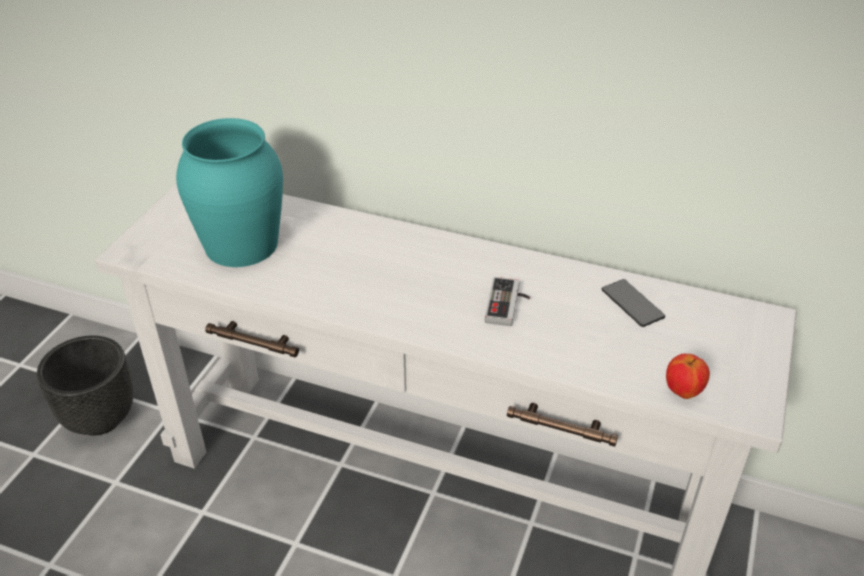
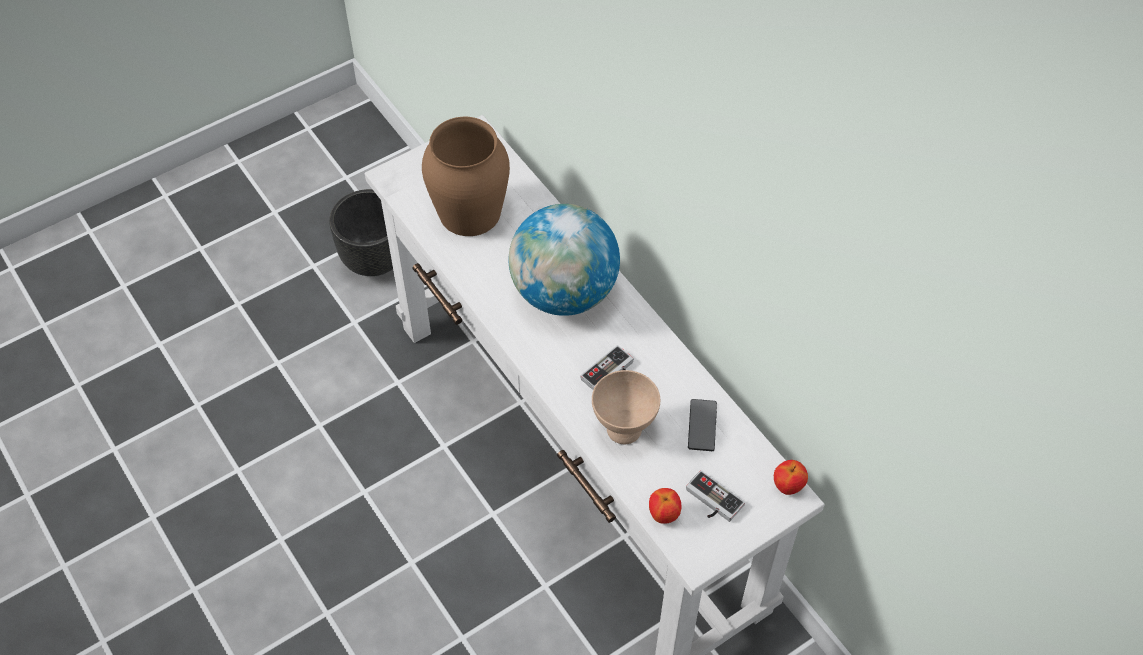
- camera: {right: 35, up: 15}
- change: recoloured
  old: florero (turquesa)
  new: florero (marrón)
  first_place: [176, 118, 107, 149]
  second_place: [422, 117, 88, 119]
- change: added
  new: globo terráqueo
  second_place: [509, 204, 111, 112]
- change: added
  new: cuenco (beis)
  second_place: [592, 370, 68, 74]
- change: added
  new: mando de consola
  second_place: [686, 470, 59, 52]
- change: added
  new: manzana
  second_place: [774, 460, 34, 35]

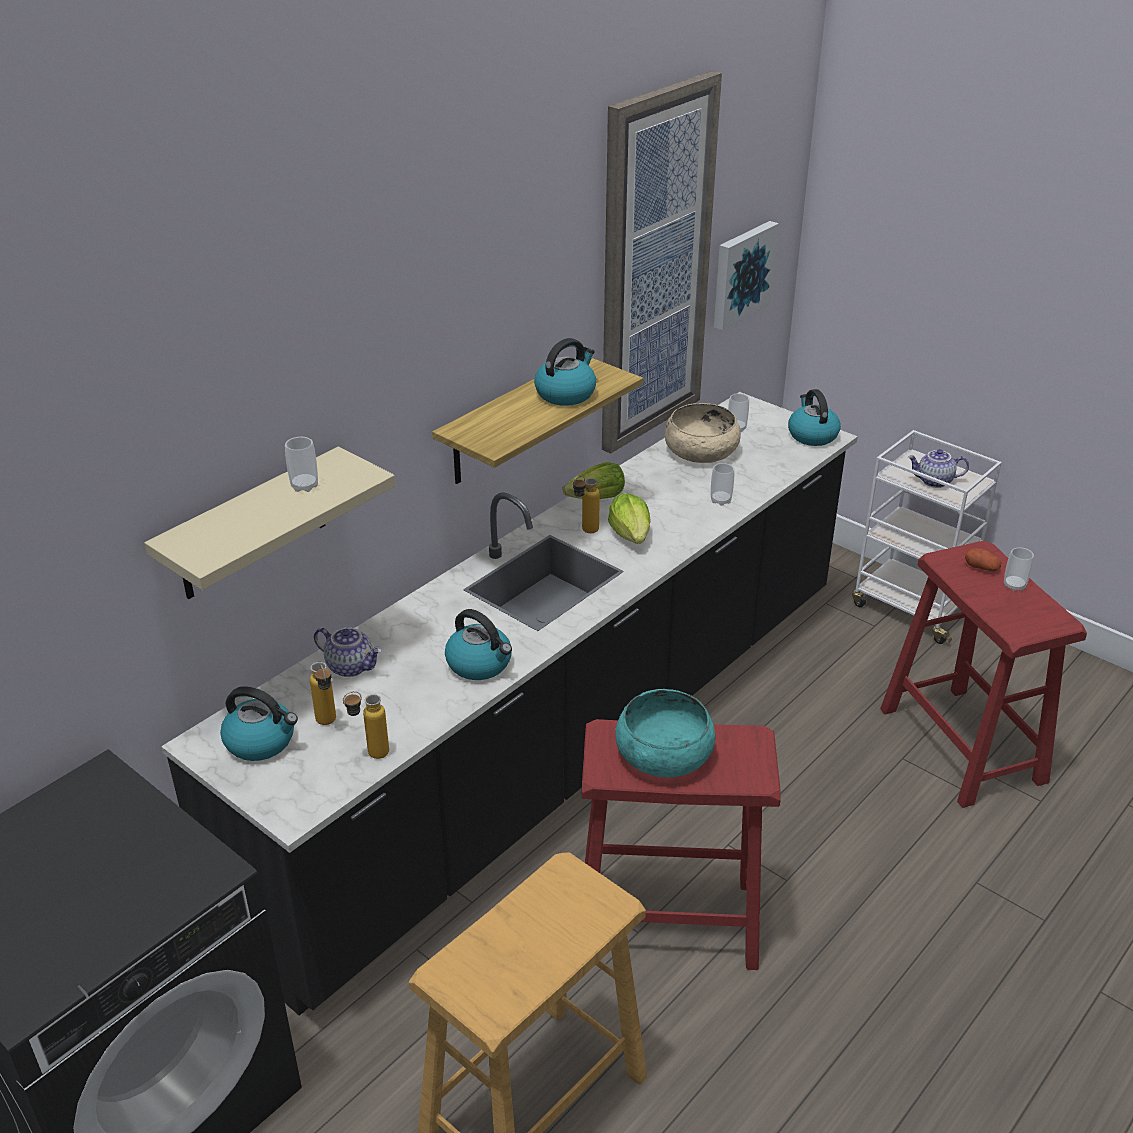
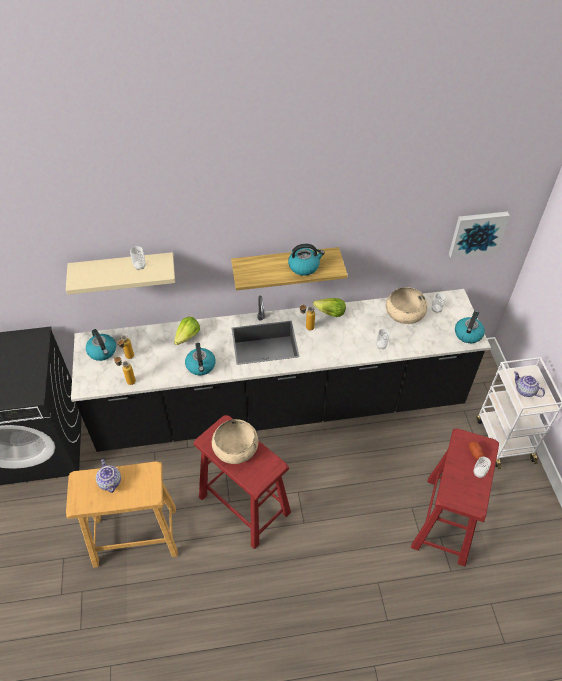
- camera: {right: 40, up: 15}
- change: moved
  old: tetera
  first_place: [314, 628, 68, 49]
  second_place: [96, 459, 25, 34]
- change: removed
  old: cuadro
  first_place: [602, 71, 120, 383]
- change: moved
  old: lechuga
  first_place: [608, 493, 43, 51]
  second_place: [174, 317, 26, 28]
- change: recoloured
  old: cuenco (turquesa)
  new: cuenco (beis)
  first_place: [615, 689, 100, 89]
  second_place: [212, 419, 46, 45]

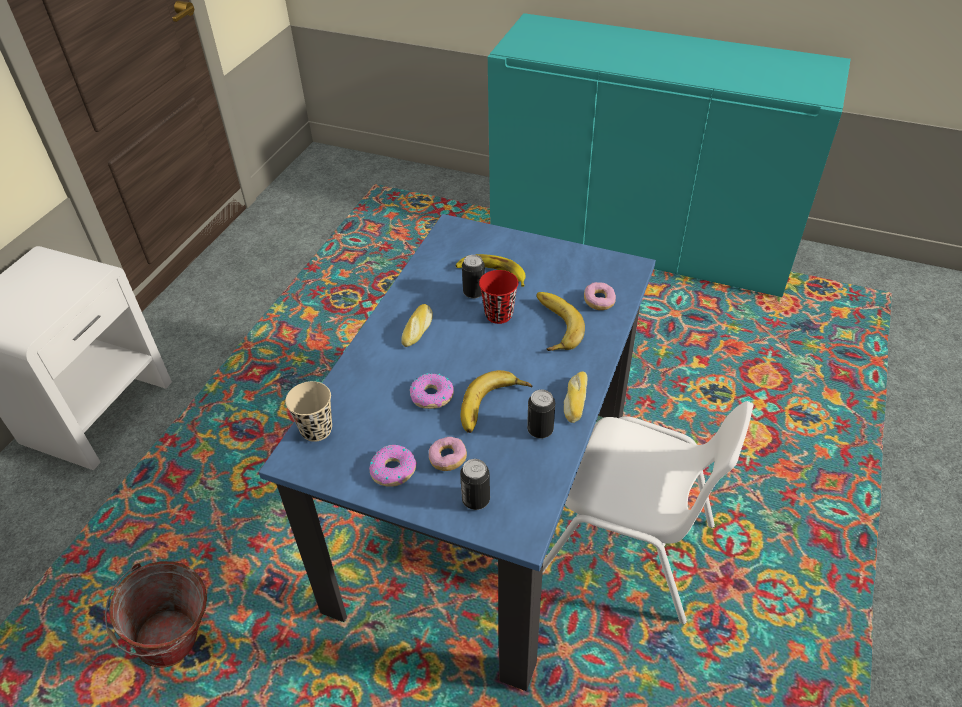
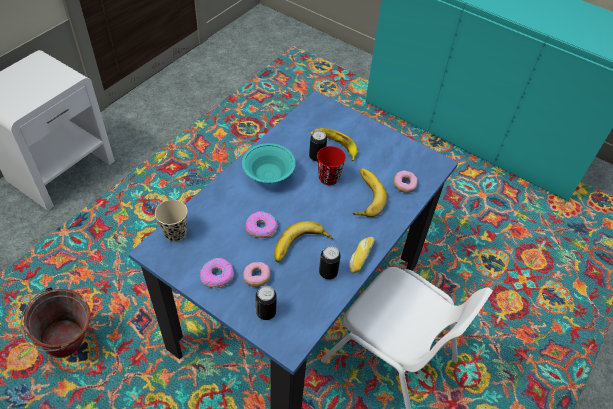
- camera: {right: 10, up: 5}
- change: replaced
  old: pan
  new: cuenco (turquesa)
  first_place: [401, 304, 32, 43]
  second_place: [242, 143, 54, 40]

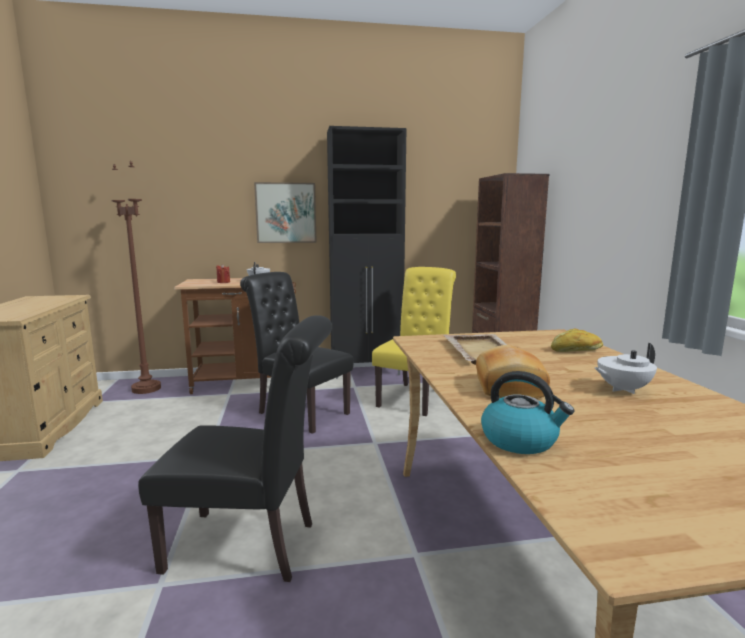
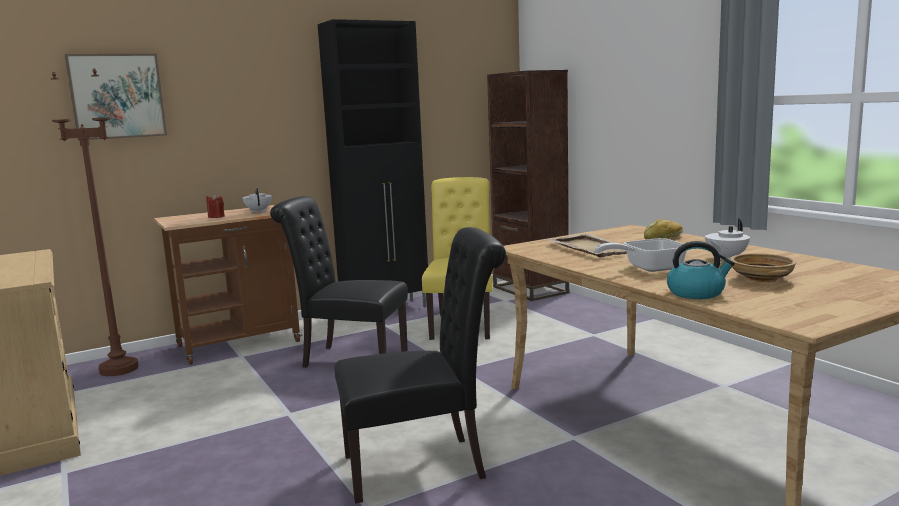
- camera: {right: -20, up: 0}
- change: moved
  old: cuadro
  first_place: [254, 182, 63, 61]
  second_place: [65, 54, 102, 86]
- change: replaced
  old: pan
  new: sartén
  first_place: [476, 345, 74, 54]
  second_place: [595, 238, 92, 34]
- change: added
  new: cuenco (beis)
  second_place: [730, 253, 66, 30]

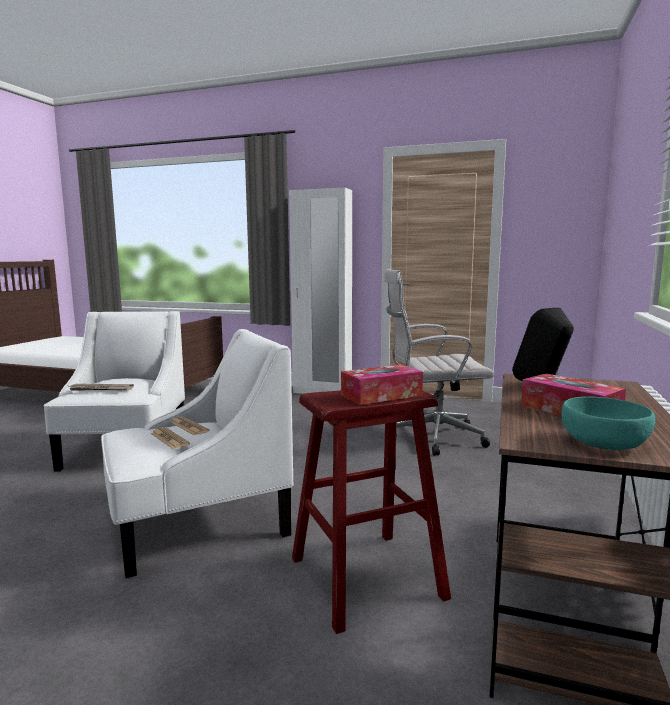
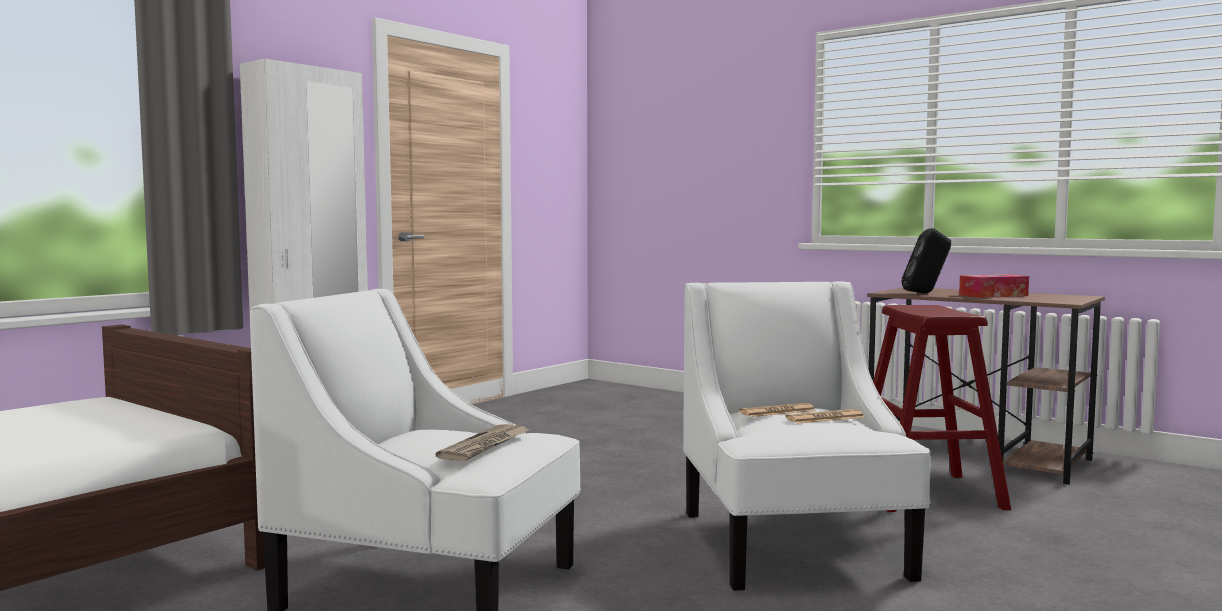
- camera: {right: -70, up: -5}
- change: removed
  old: caja de pañuelos
  first_place: [341, 364, 82, 41]
- change: removed
  old: silla de oficina (blanco)
  first_place: [384, 269, 111, 187]
- change: removed
  old: cuenco (turquesa)
  first_place: [561, 397, 95, 53]

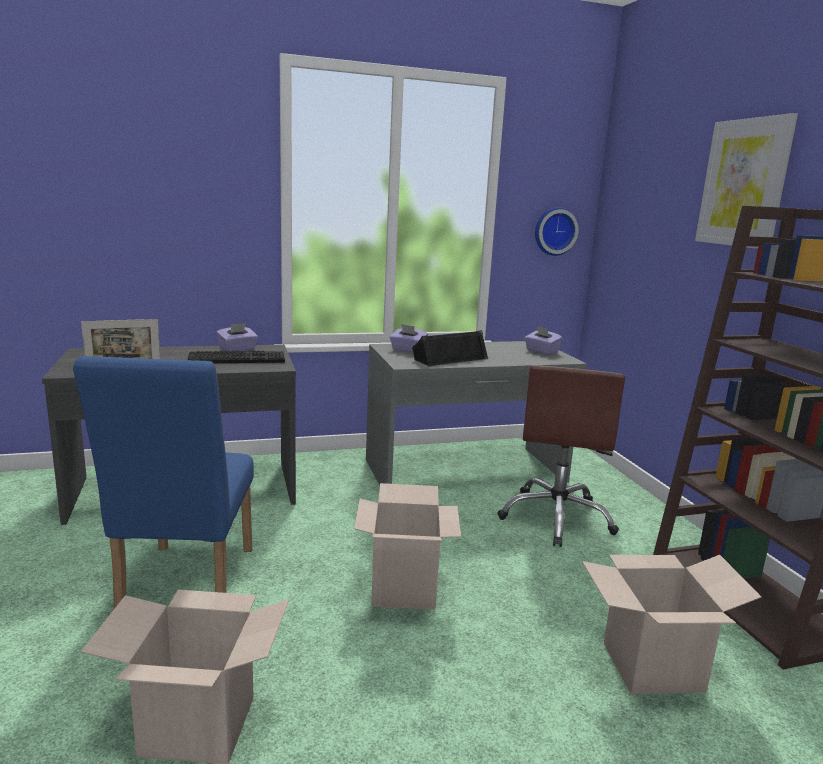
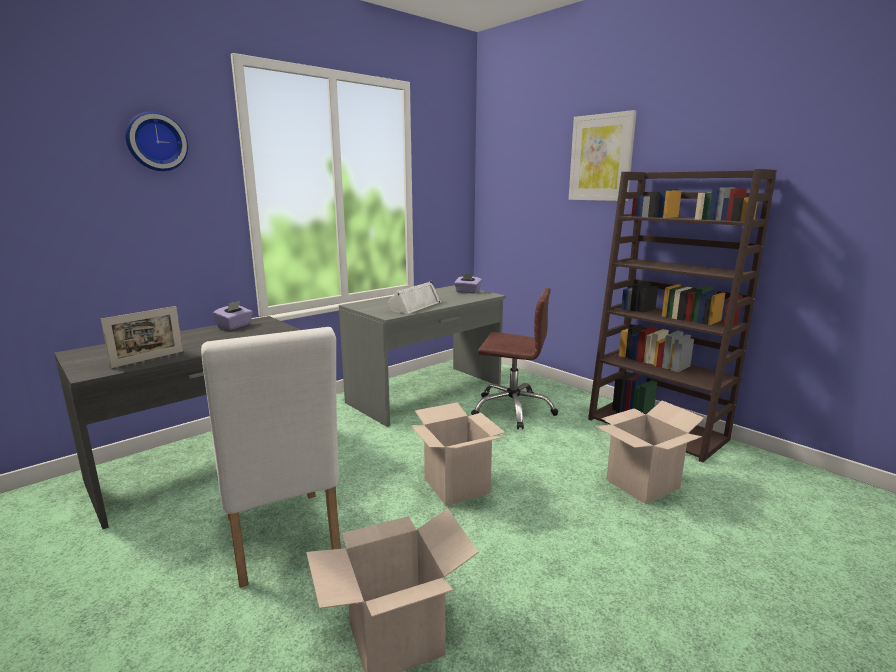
- camera: {right: -25, up: 0}
- change: recoloured
  old: silla (azul)
  new: silla (blanco)
  first_place: [73, 356, 181, 253]
  second_place: [201, 327, 140, 261]
- change: removed
  old: teclado
  first_place: [187, 351, 98, 12]
- change: removed
  old: caja de pañuelos (morado)
  first_place: [390, 324, 38, 29]
- change: recoloured
  old: altavoz (negro)
  new: altavoz (blanco)
  first_place: [412, 330, 76, 36]
  second_place: [387, 281, 54, 33]
- change: turned
  old: silla de oficina (marrón)
  first_place: [497, 365, 128, 182]
  second_place: [471, 288, 87, 141]
  degrees: -60
- change: moved
  old: reloj de pared
  first_place: [535, 207, 44, 49]
  second_place: [126, 111, 62, 60]

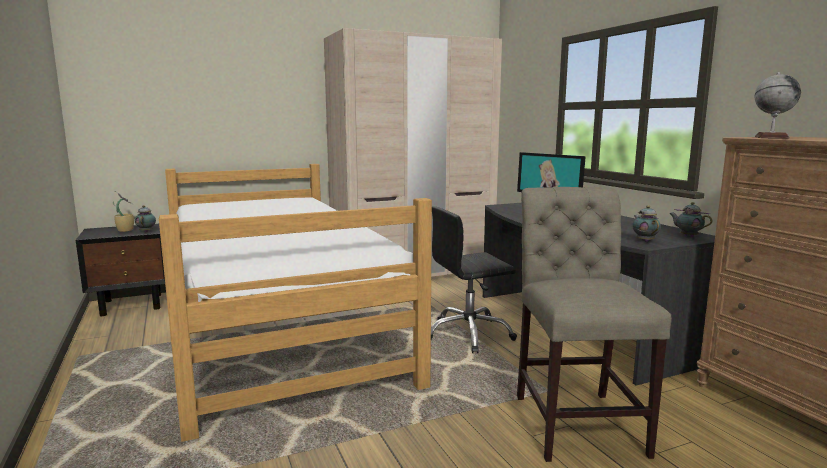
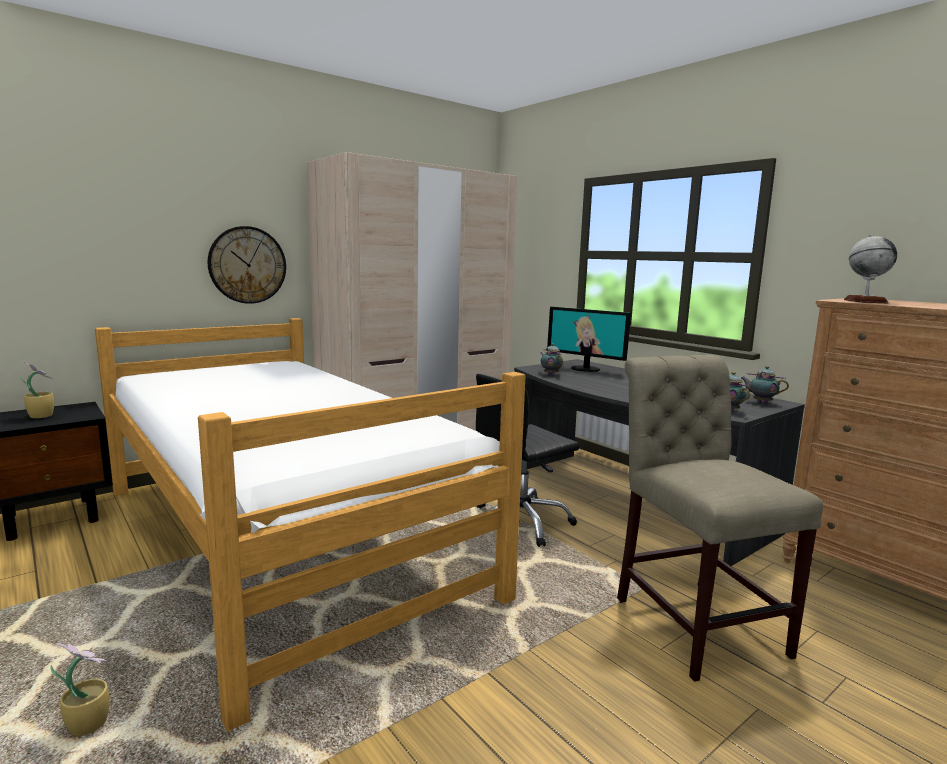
- camera: {right: -15, up: 0}
- change: moved
  old: tetera
  first_place: [135, 205, 21, 27]
  second_place: [541, 343, 22, 32]
- change: added
  new: planta en maceta
  second_place: [50, 643, 59, 93]
- change: added
  new: reloj de pared
  second_place: [208, 226, 78, 78]

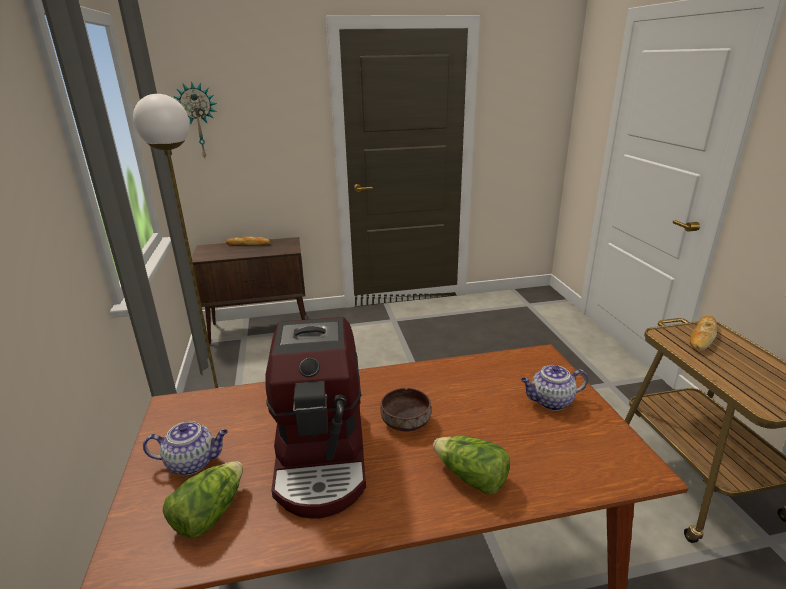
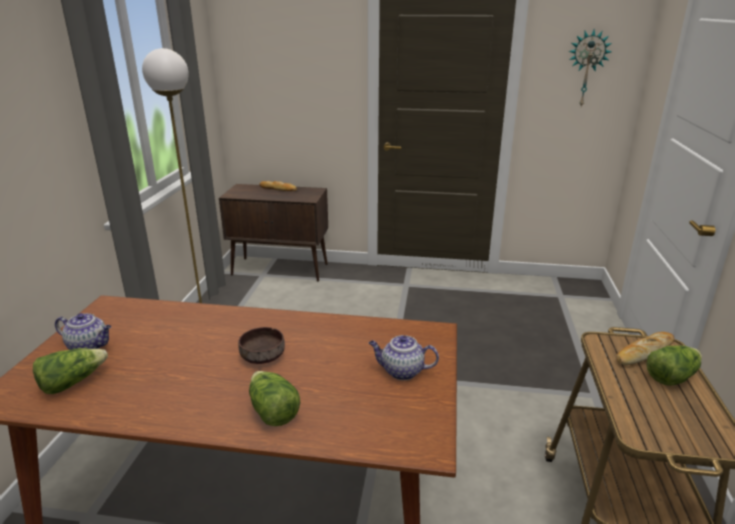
- camera: {right: 20, up: 0}
- change: moved
  old: reloj de pared
  first_place: [173, 81, 44, 77]
  second_place: [569, 29, 43, 77]
- change: removed
  old: cafetera
  first_place: [265, 317, 101, 201]
- change: added
  new: lechuga
  second_place: [647, 345, 55, 41]

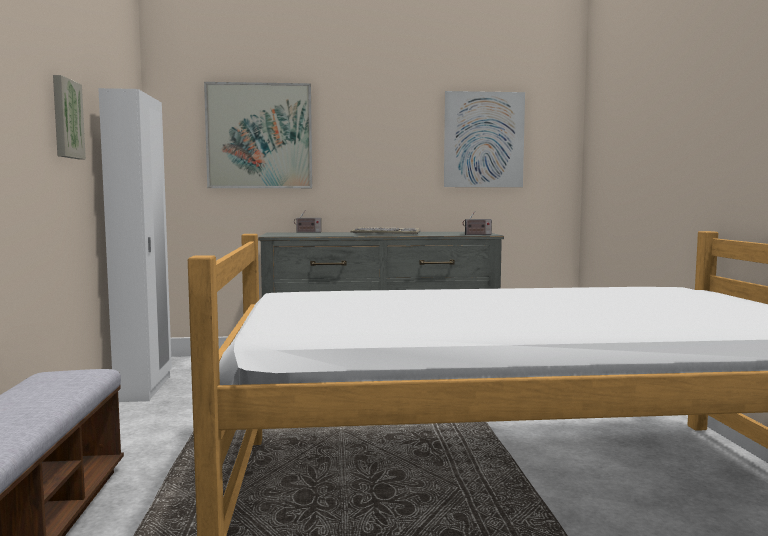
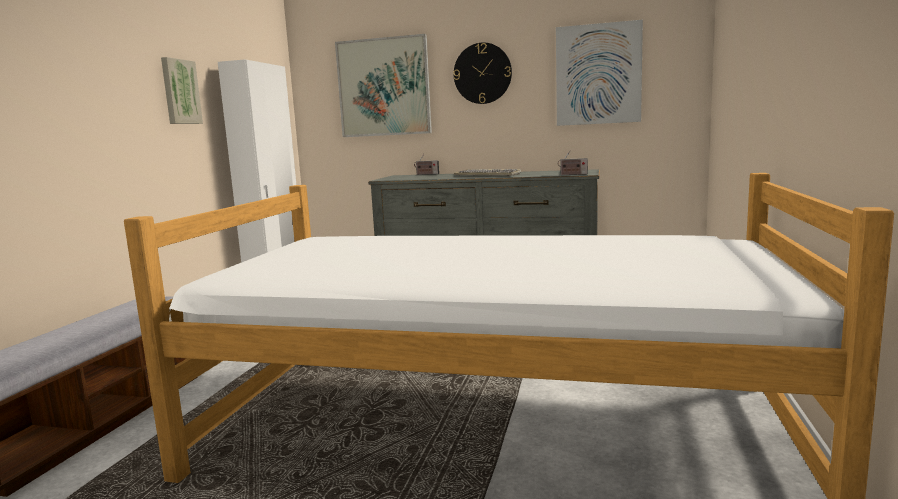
- camera: {right: 20, up: 5}
- change: added
  new: reloj de pared
  second_place: [453, 42, 59, 62]

